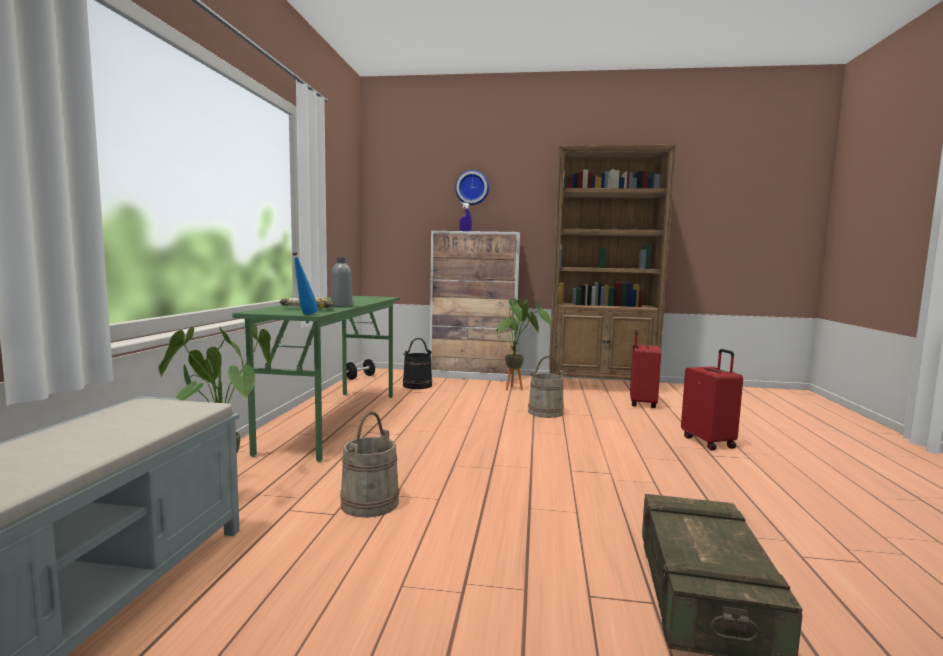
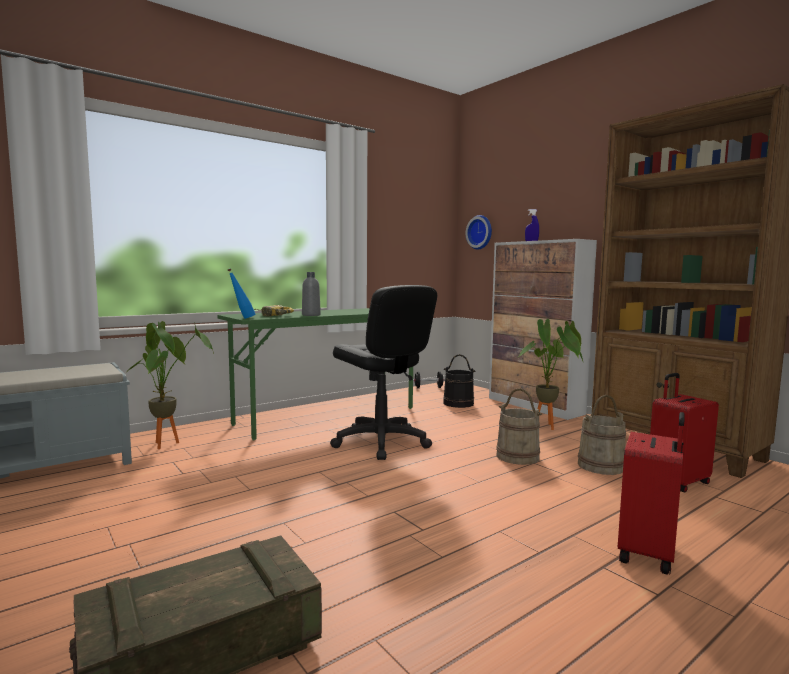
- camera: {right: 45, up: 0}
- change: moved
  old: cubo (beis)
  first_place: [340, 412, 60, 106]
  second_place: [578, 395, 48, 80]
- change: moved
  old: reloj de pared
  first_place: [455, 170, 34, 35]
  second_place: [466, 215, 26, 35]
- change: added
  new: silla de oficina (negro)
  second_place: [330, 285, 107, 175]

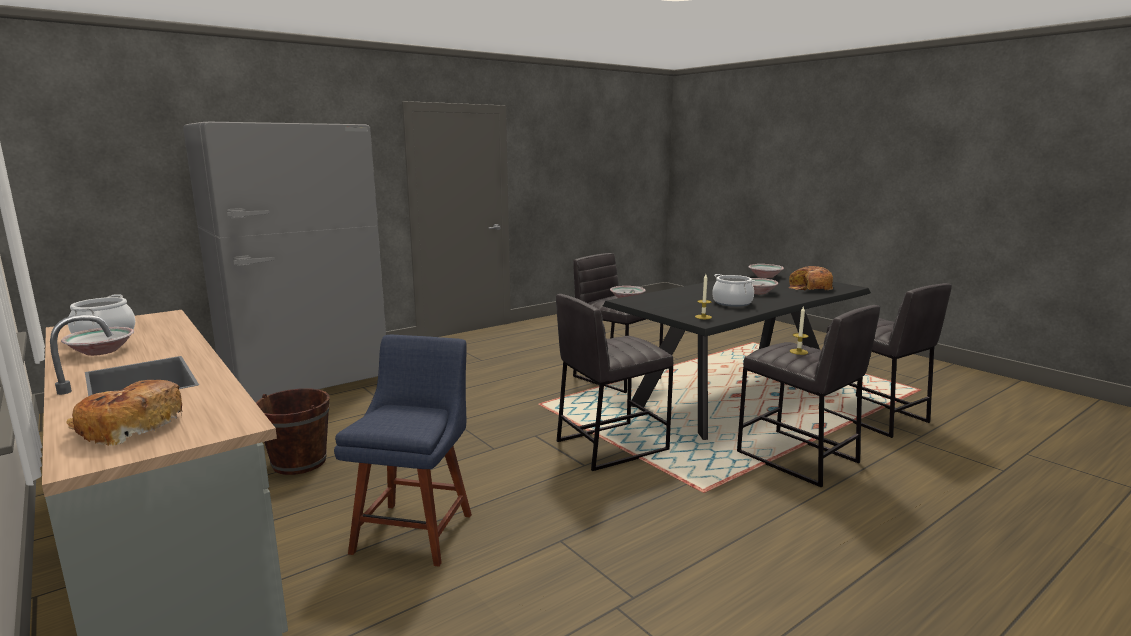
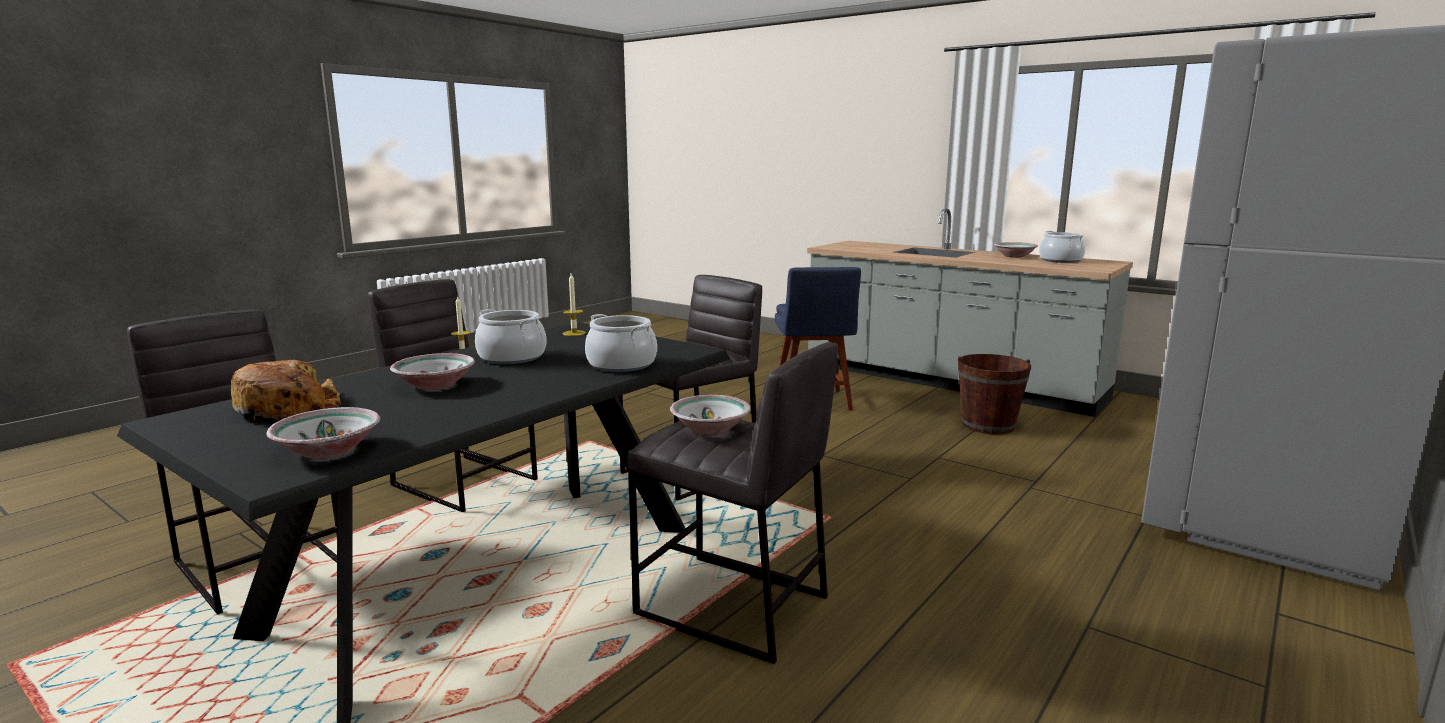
- camera: {right: 165, up: 0}
- change: removed
  old: pan
  first_place: [67, 380, 115, 66]
- change: added
  new: olla
  second_place: [585, 314, 72, 58]

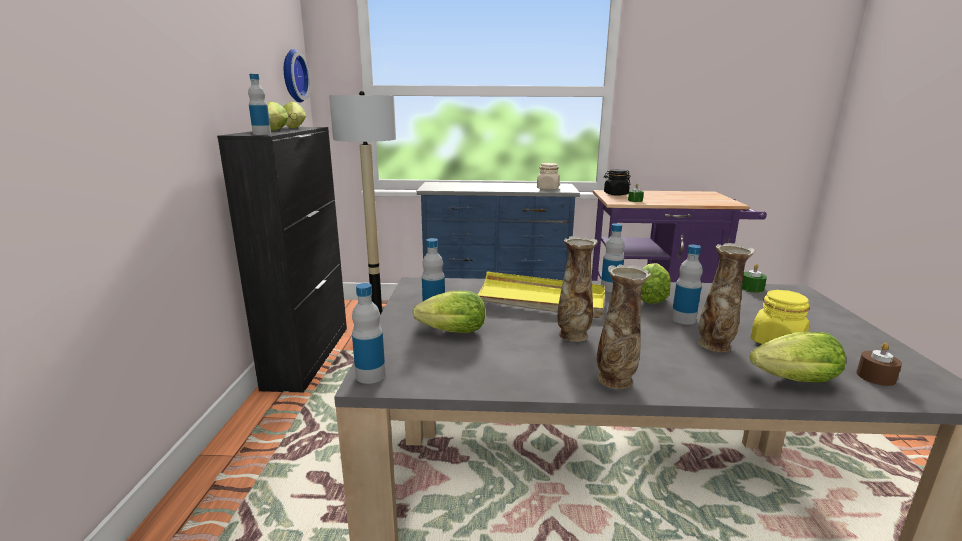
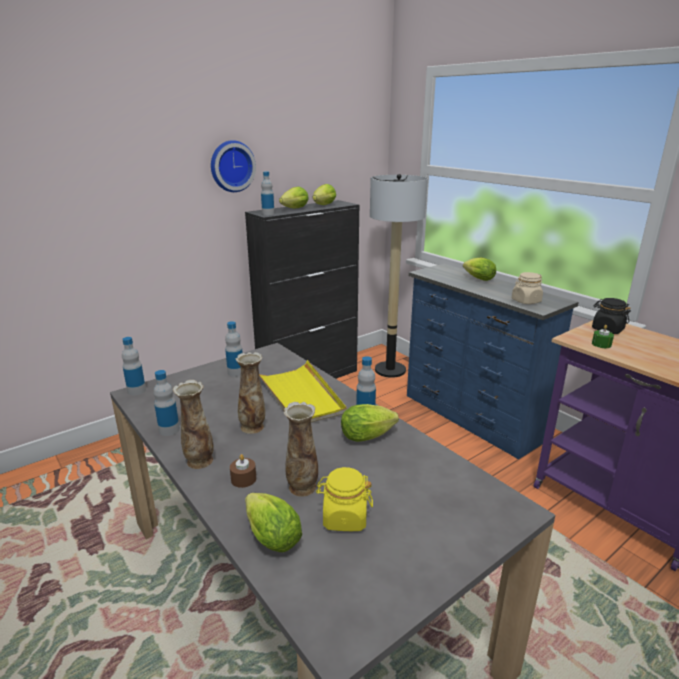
- camera: {right: 50, up: 5}
- change: moved
  old: reloj de pared
  first_place: [284, 49, 27, 54]
  second_place: [211, 140, 45, 52]
- change: moved
  old: lechuga
  first_place: [413, 290, 72, 43]
  second_place: [463, 257, 33, 24]
- change: moved
  old: botella
  first_place: [671, 245, 32, 80]
  second_place: [154, 370, 26, 66]
- change: removed
  old: vela (verde)
  first_place: [742, 264, 25, 29]
- change: moved
  old: vela (marrón)
  first_place: [856, 343, 46, 43]
  second_place: [230, 454, 26, 34]

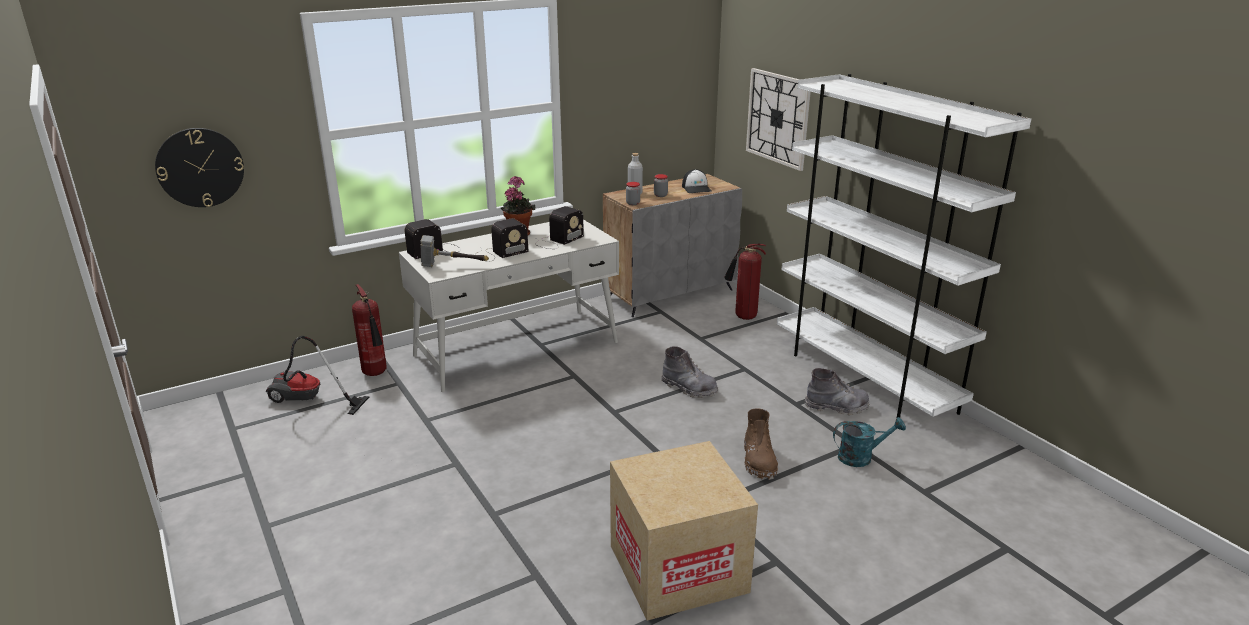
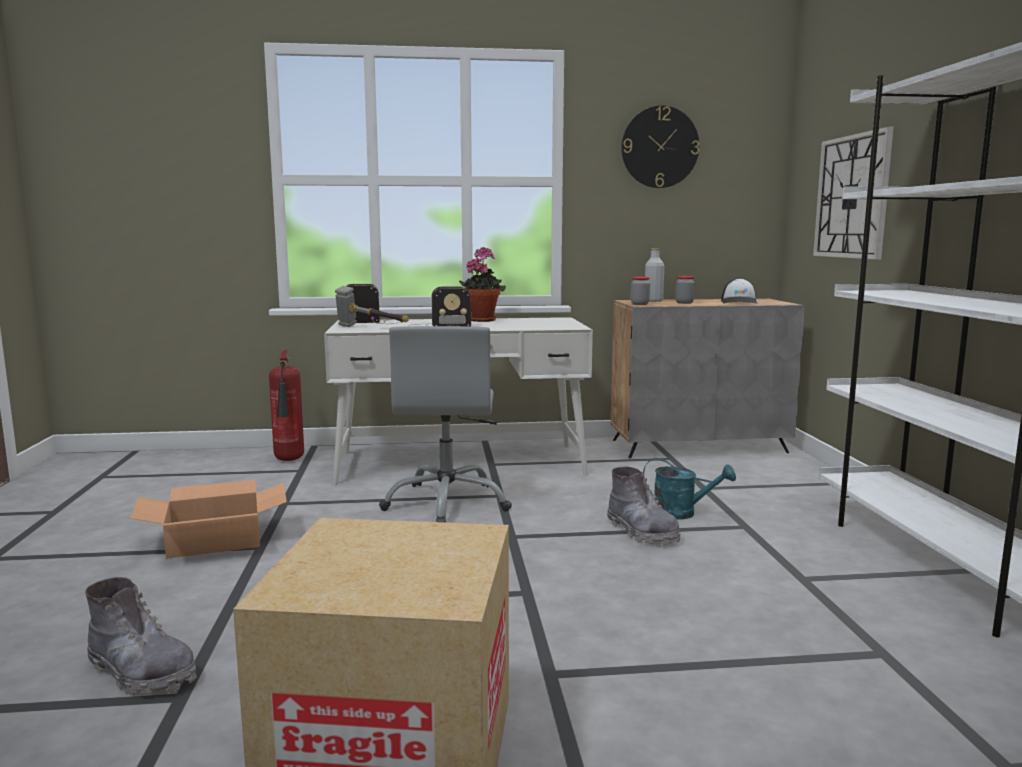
- camera: {right: 25, up: -15}
- change: moved
  old: reloj de pared
  first_place: [155, 128, 89, 79]
  second_place: [621, 106, 78, 82]
- change: removed
  old: aspiradora
  first_place: [266, 336, 104, 79]
- change: removed
  old: radio
  first_place: [535, 206, 49, 43]
- change: removed
  old: extintor
  first_place: [724, 244, 42, 76]
- change: removed
  old: bota (marrón)
  first_place: [744, 408, 34, 72]
- change: moved
  old: bota (gris)
  first_place: [805, 368, 64, 47]
  second_place: [85, 577, 111, 119]
- change: moved
  old: regadera (turquesa)
  first_place: [833, 417, 73, 50]
  second_place: [643, 458, 93, 62]
- change: added
  new: caja de cartón
  second_place: [130, 480, 157, 79]
- change: added
  new: silla de oficina (gris)
  second_place: [379, 326, 133, 196]

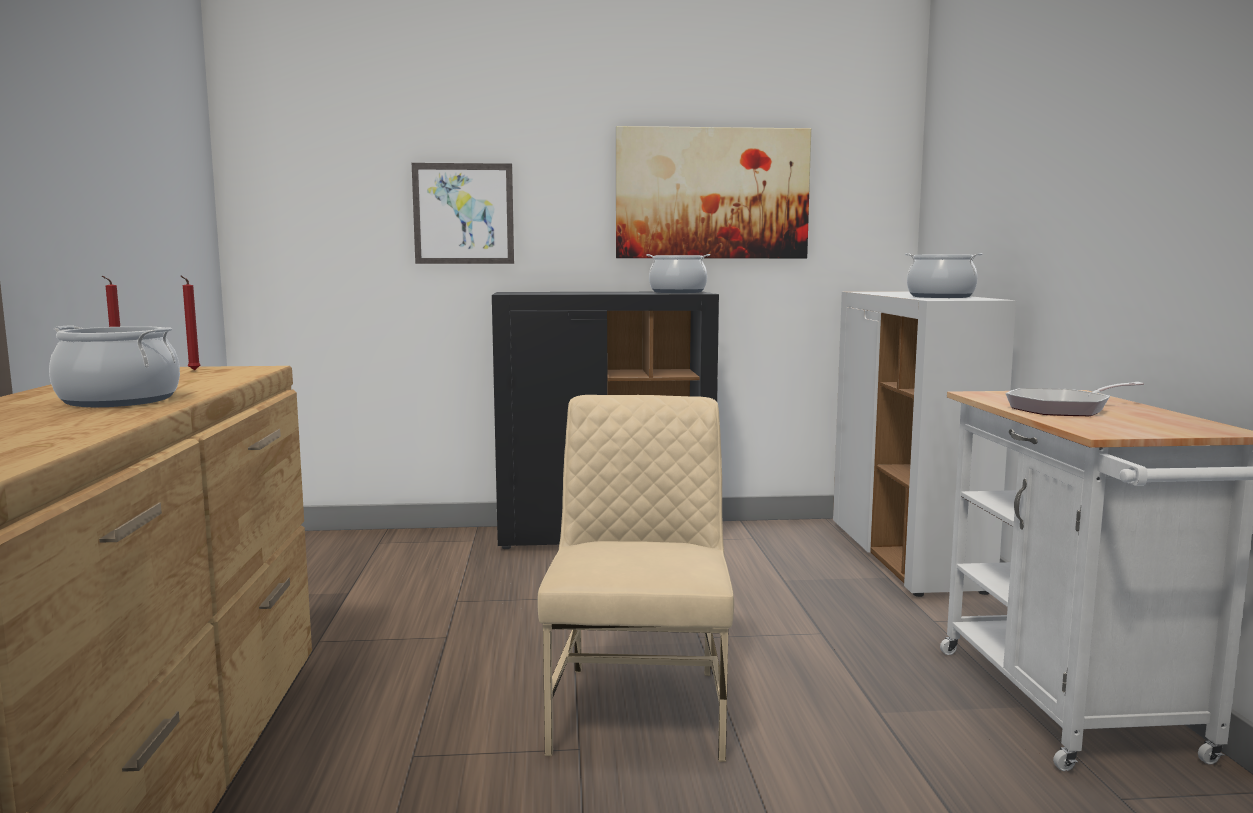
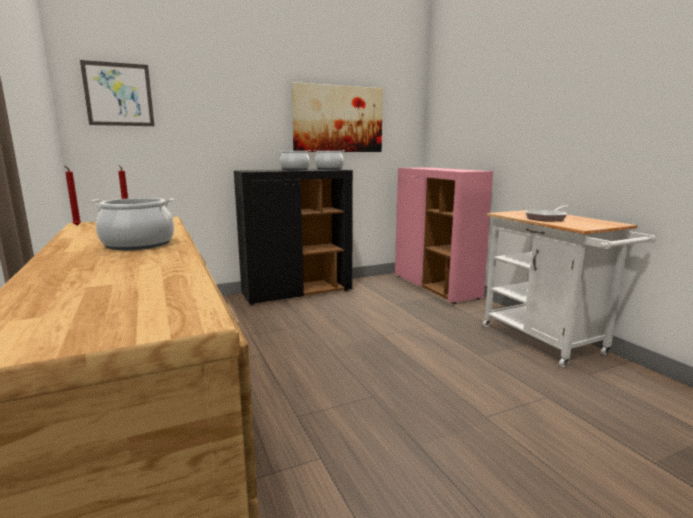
- camera: {right: -20, up: 5}
- change: moved
  old: cuadro
  first_place: [412, 163, 102, 101]
  second_place: [80, 60, 74, 66]
- change: removed
  old: silla (beis)
  first_place: [537, 395, 197, 367]
- change: recoloured
  old: armario (blanco)
  new: armario (rosa)
  first_place: [833, 291, 183, 306]
  second_place: [395, 167, 98, 137]
- change: moved
  old: olla
  first_place: [905, 253, 78, 45]
  second_place: [278, 150, 33, 21]

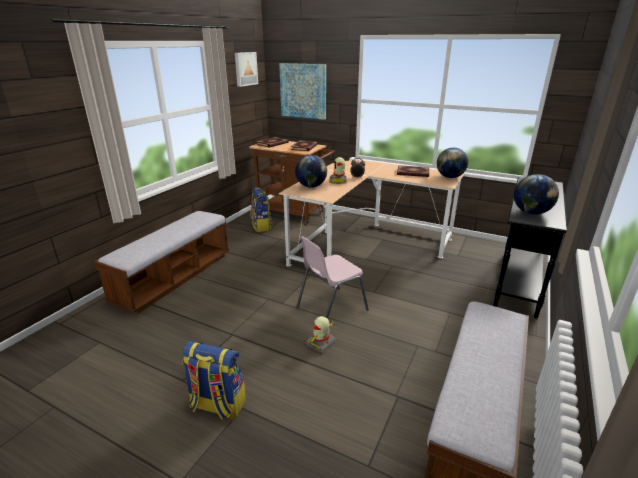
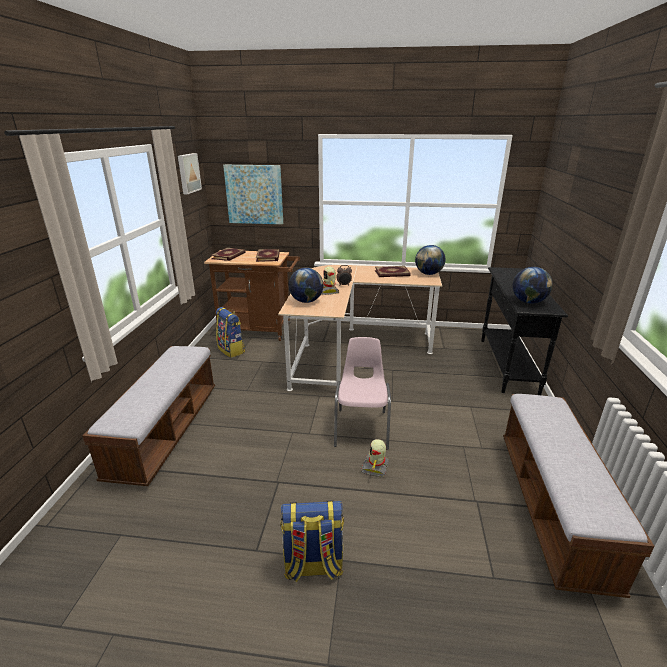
- camera: {right: -20, up: 0}
- change: turned
  old: silla (rosa)
  first_place: [296, 236, 73, 83]
  second_place: [334, 337, 57, 113]
  degrees: 150

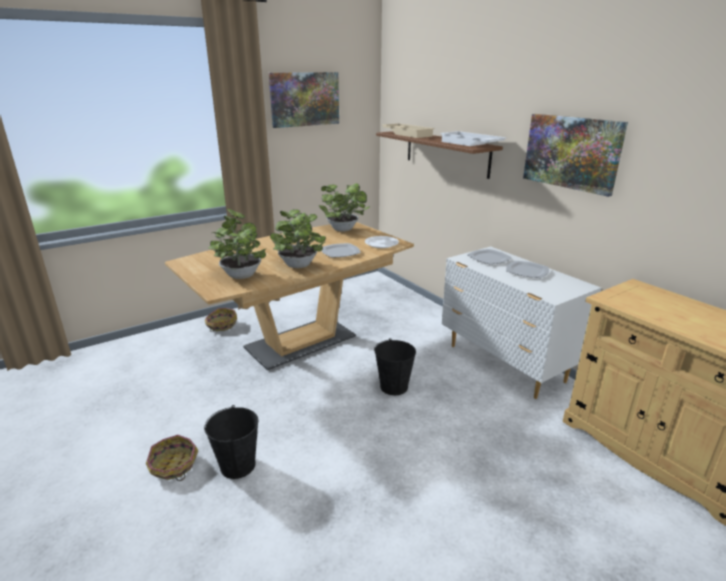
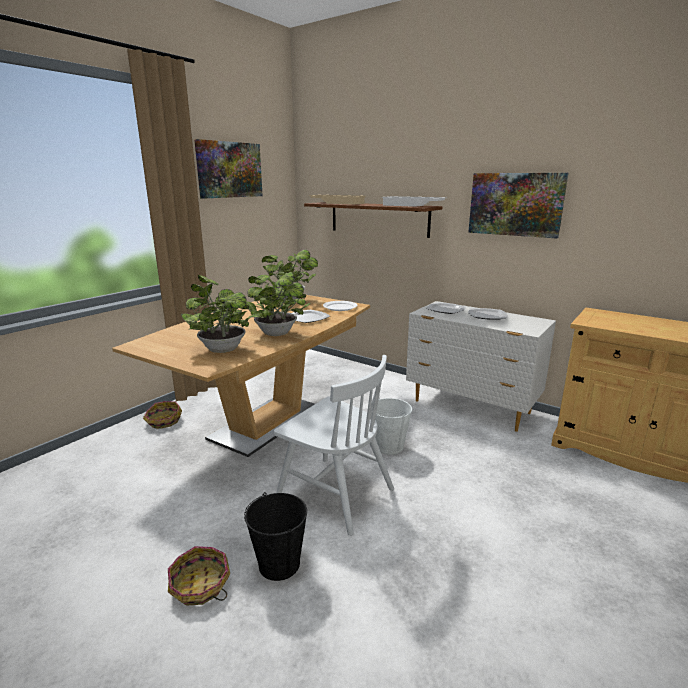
- camera: {right: -20, up: -5}
- change: recoloured
  old: cubo (negro)
  new: cubo (blanco)
  first_place: [374, 338, 42, 57]
  second_place: [375, 397, 37, 58]
- change: added
  new: silla (blanco)
  second_place: [274, 355, 120, 181]

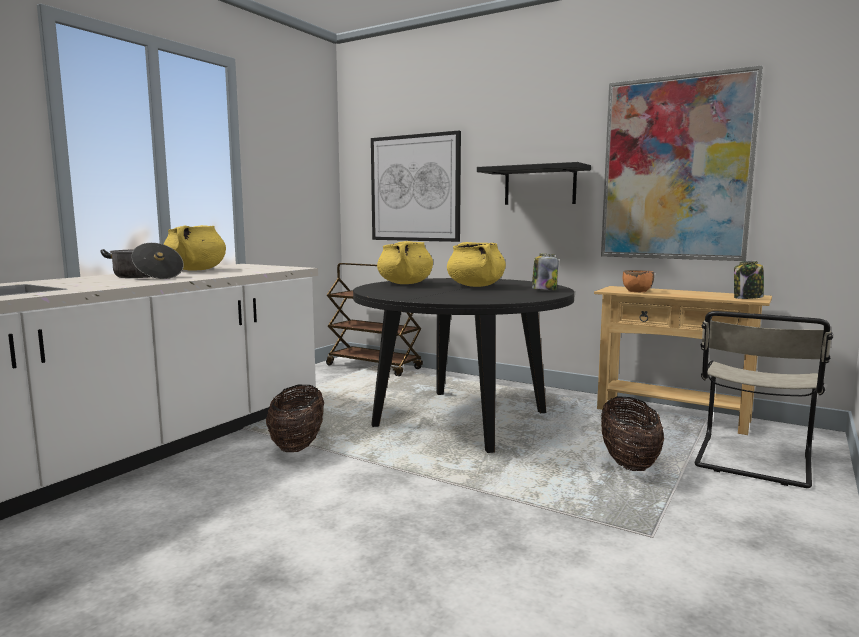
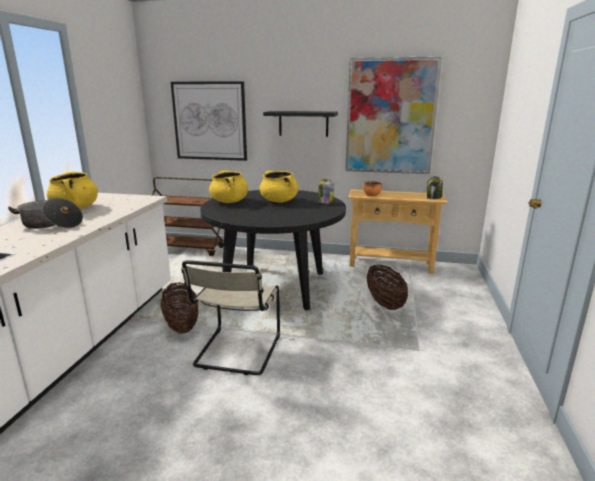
- camera: {right: -20, up: 10}
- change: moved
  old: silla (beis)
  first_place: [695, 311, 138, 177]
  second_place: [181, 260, 99, 115]

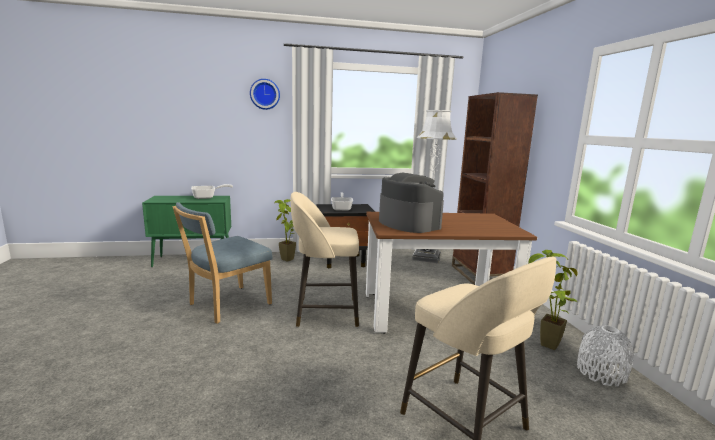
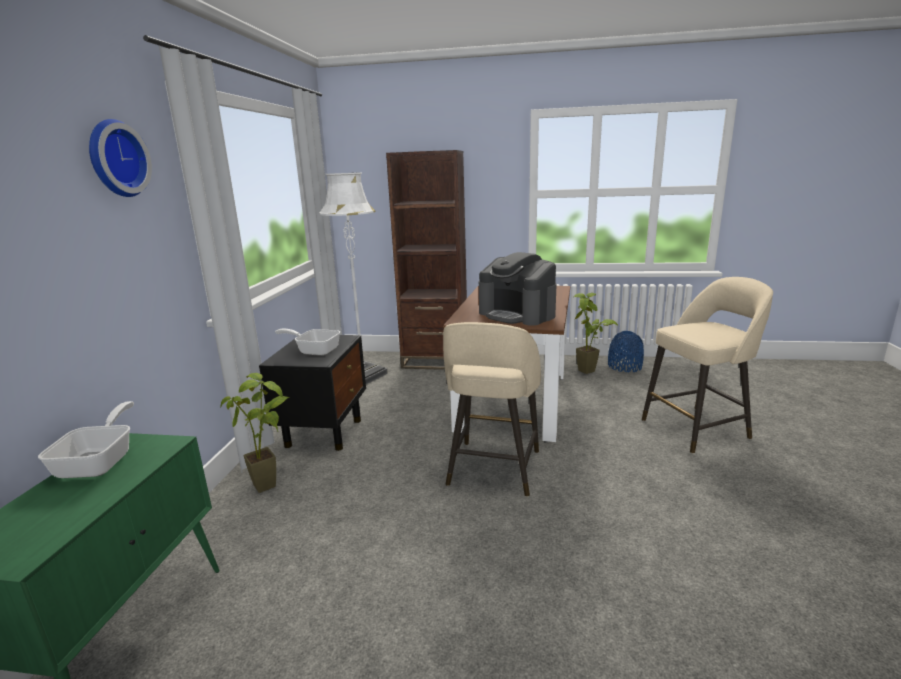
- camera: {right: -70, up: 5}
- change: removed
  old: silla (azul)
  first_place: [173, 202, 100, 122]
- change: turned
  old: cafetera
  first_place: [379, 173, 65, 60]
  second_place: [479, 252, 78, 74]
  degrees: -120
- change: recoloured
  old: florero (blanco)
  new: florero (azul)
  first_place: [577, 325, 57, 62]
  second_place: [608, 331, 36, 41]

